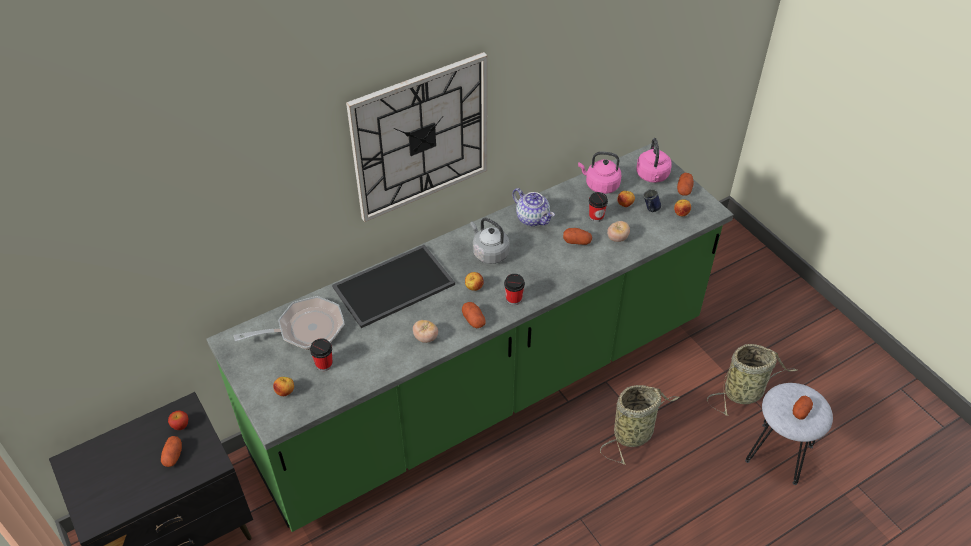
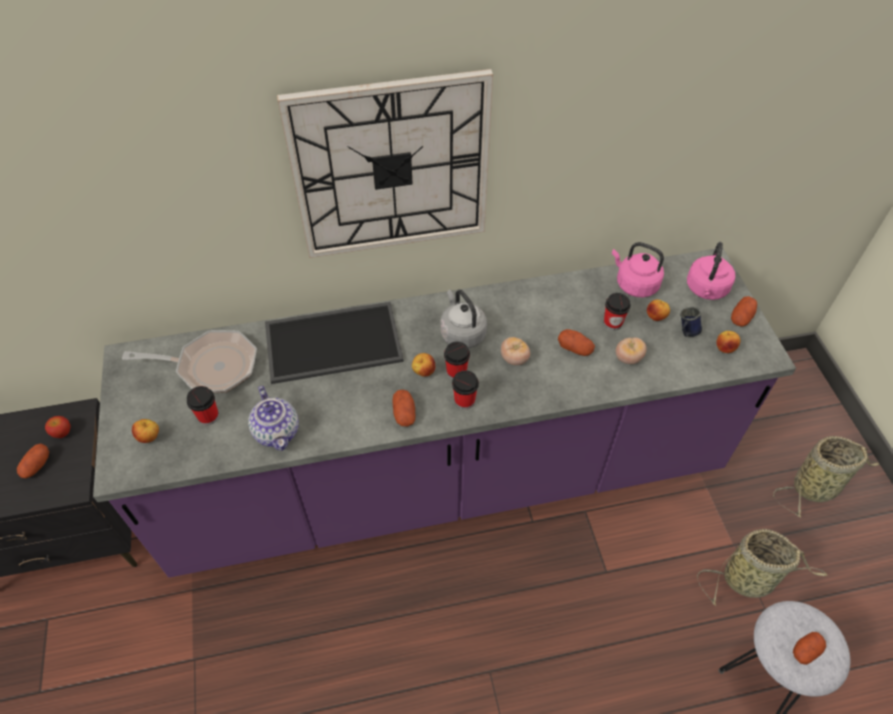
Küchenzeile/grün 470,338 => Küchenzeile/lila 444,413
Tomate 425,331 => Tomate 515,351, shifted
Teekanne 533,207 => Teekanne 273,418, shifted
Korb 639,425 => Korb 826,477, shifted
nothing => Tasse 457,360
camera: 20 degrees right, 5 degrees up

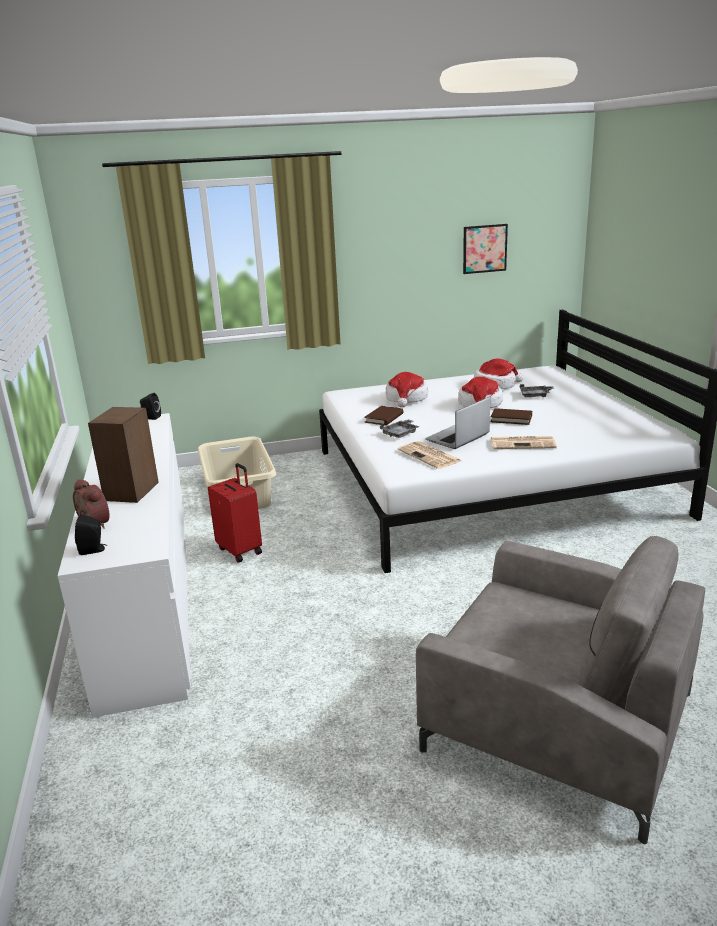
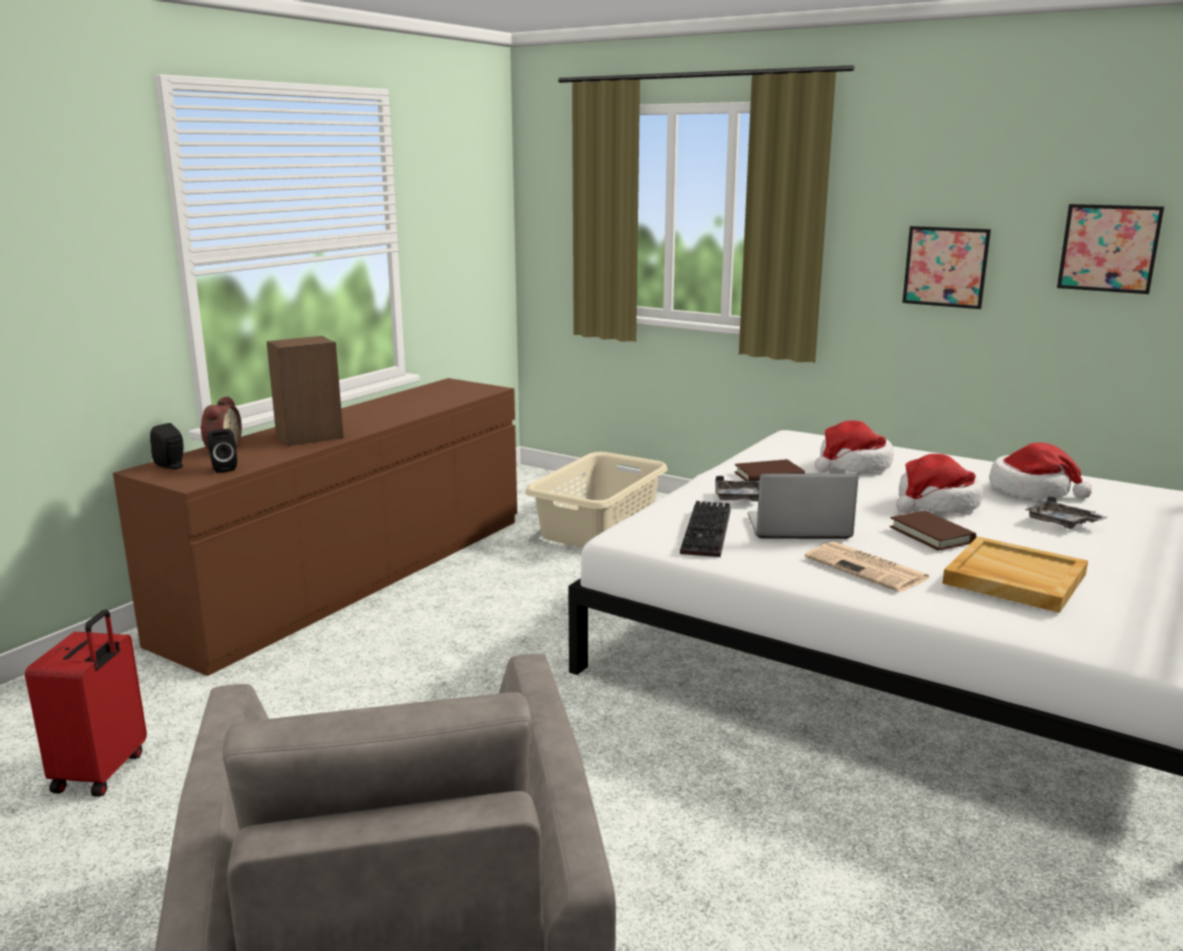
Kommode/weiß 124,565 => Kommode/braun 315,527
Lautsprecher/schwarz 150,406 => Lautsprecher/schwarz 222,451, shifted
Koffer/rot 235,512 => Koffer/rot 86,703, shifted
Zeitung 429,455 => Tastatur 705,529
nothing => Bild 946,267
nothing => Tablett/beige 1015,575
camera: 45 degrees right, 5 degrees down

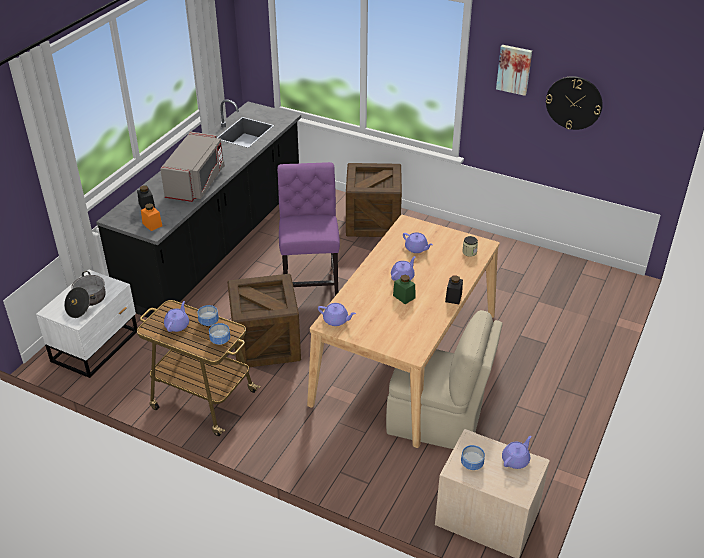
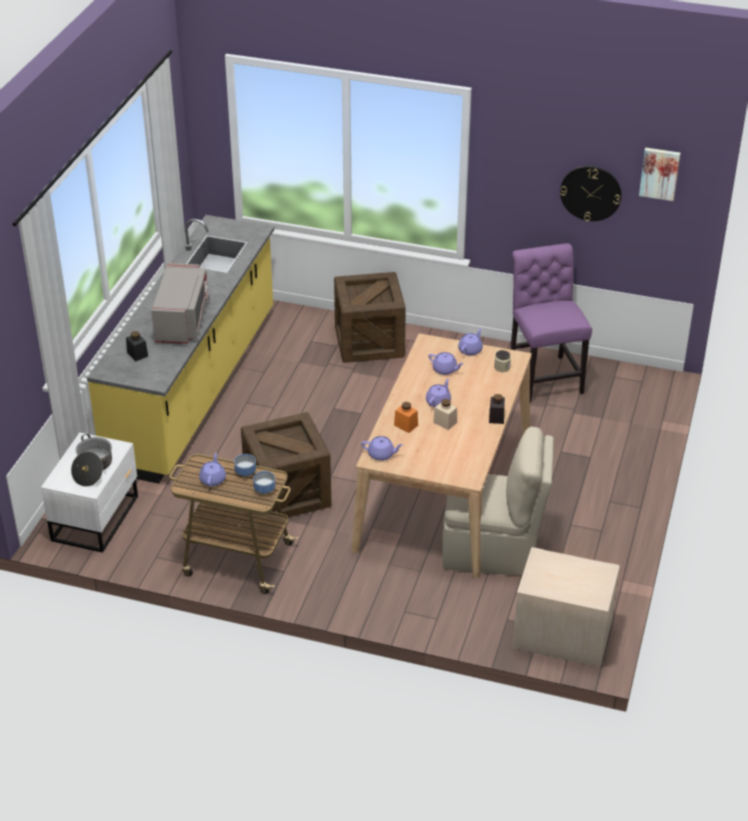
Küchenzeile/schwarz 198,208 => Küchenzeile/gelb 181,349
Vorratsglas/orange 151,217 => Vorratsglas/orange 406,417, shifted
Stuhl/lila 308,229 => Stuhl/lila 551,322, shifted
Vorratsglas/grün 404,289 => Vorratsglas/beige 445,414
Schüssel 473,457 => nothing
Bild 514,70 => Bild 660,174, shifted
Teekanne/lila 516,452 => Teekanne/lila 470,342, shifted
camera: 10 degrees left, 0 degrees up

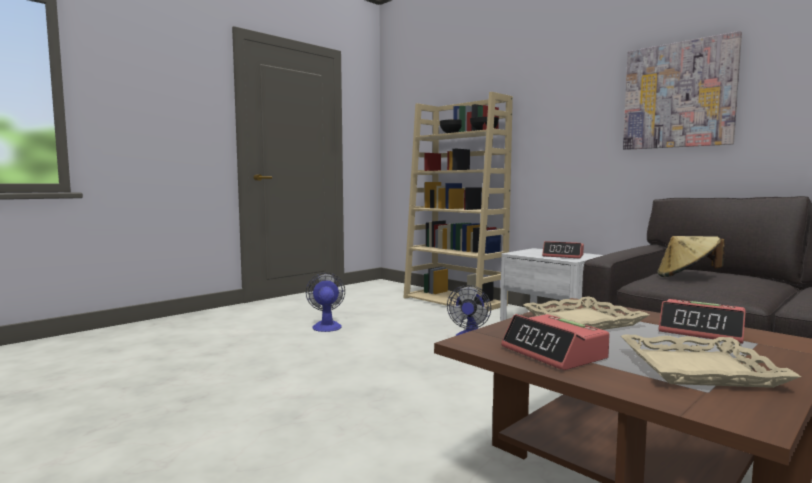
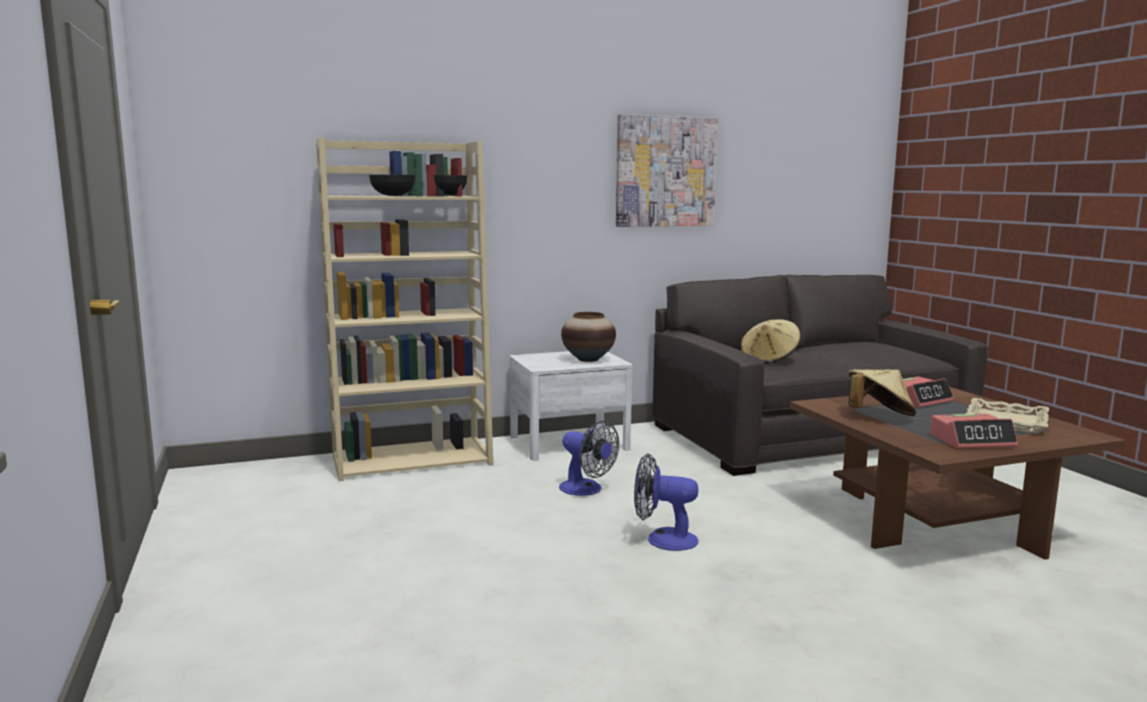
Ventilator 325,302 => Ventilator 666,502, shifted
Tablett/beige 586,313 => Hut/beige 882,393
Wecker 563,250 => Vase 588,337
camera: 65 degrees left, 5 degrees up

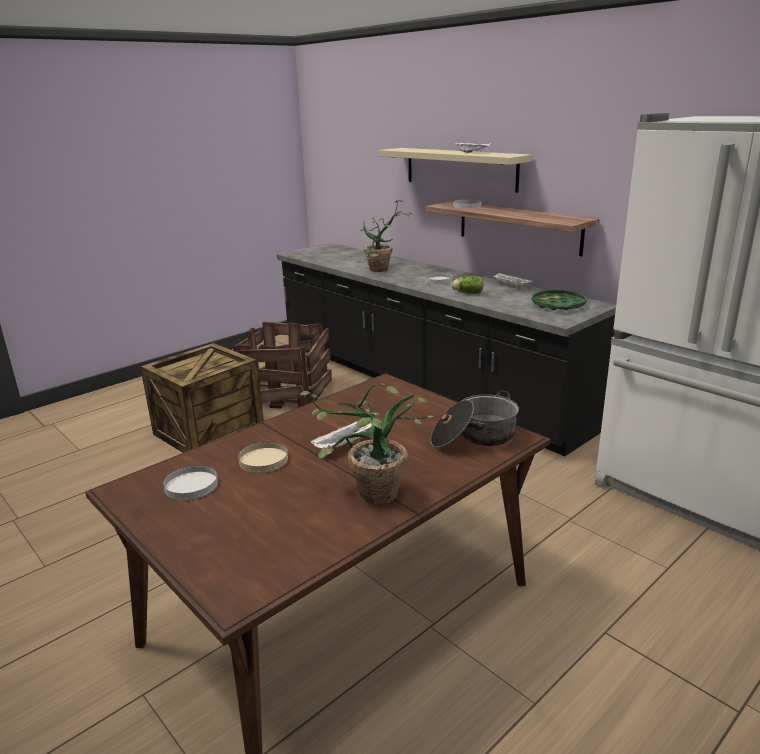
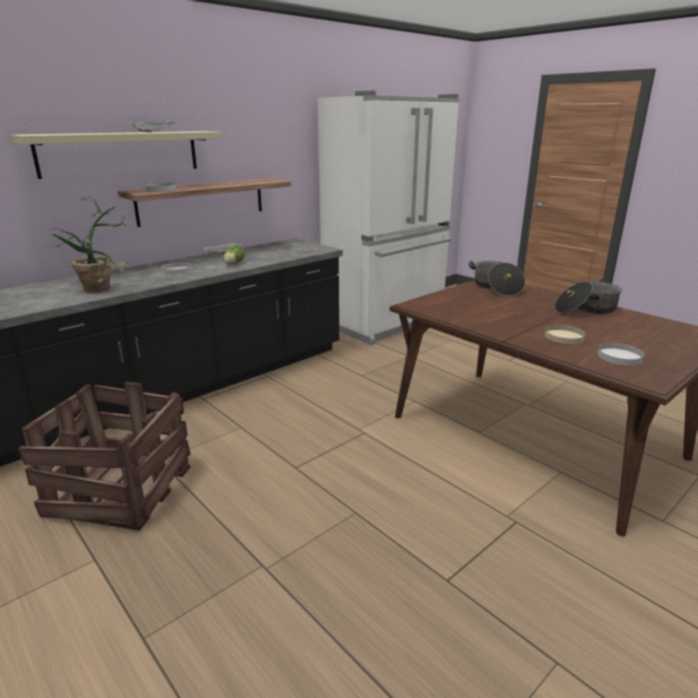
Kiste 202,398 => nothing
Topfpflanze 366,444 => Kochtopf 588,296
Tablett/weiß 341,433 => nothing
Tablett/grün 559,299 => nothing
camera: 90 degrees left, 0 degrees up

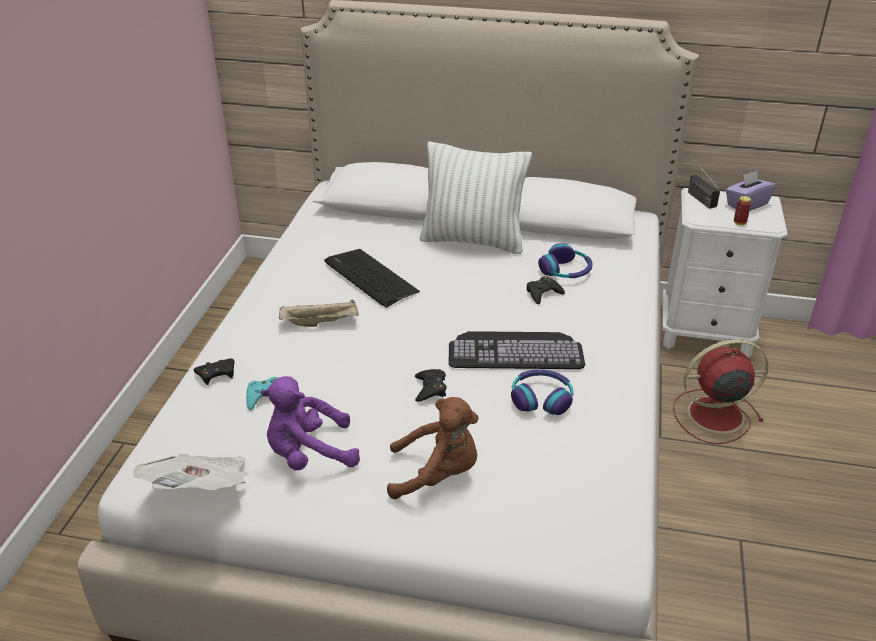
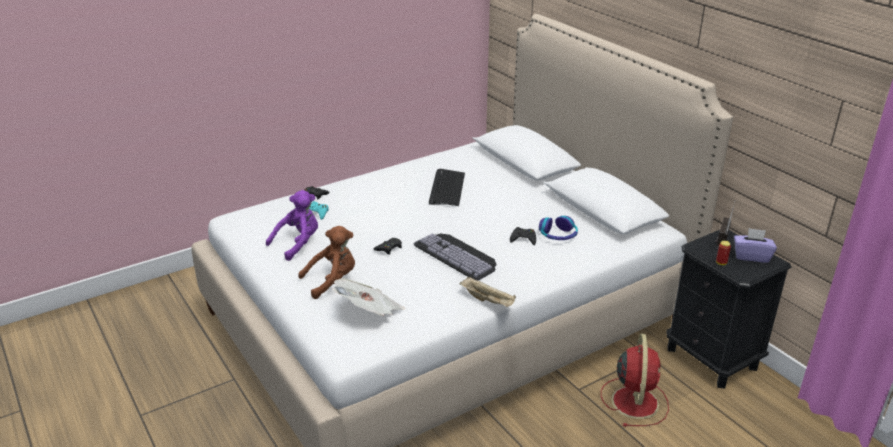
Zeitung 190,472 => Zeitung 368,297, shifted
Plüschtier/lila 310,423 => Plüschtier/lila 292,225, 105 degrees clockwise
Tablett/beige 319,313 => Tablett/beige 488,292, shifted
Plüschtier/braun 432,448 => Plüschtier/braun 326,262, 75 degrees counterclockwise
Kissen/weiß 476,198 => nothing
Kopfhörer 542,392 => nothing
Nachttisch/weiß 725,272 => Nachttisch/schwarz 728,309
Ventilator/rot 721,391 => Ventilator/rot 635,380, 60 degrees clockwise
camera: 45 degrees right, 5 degrees down

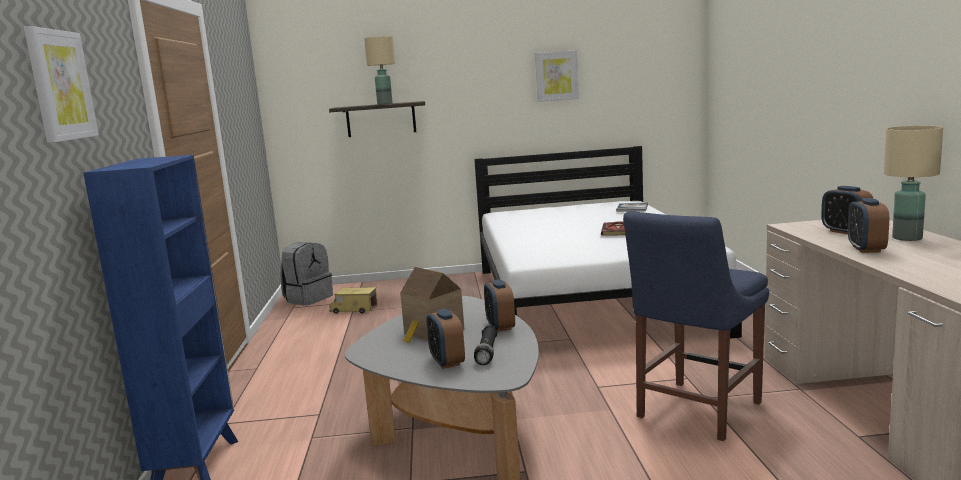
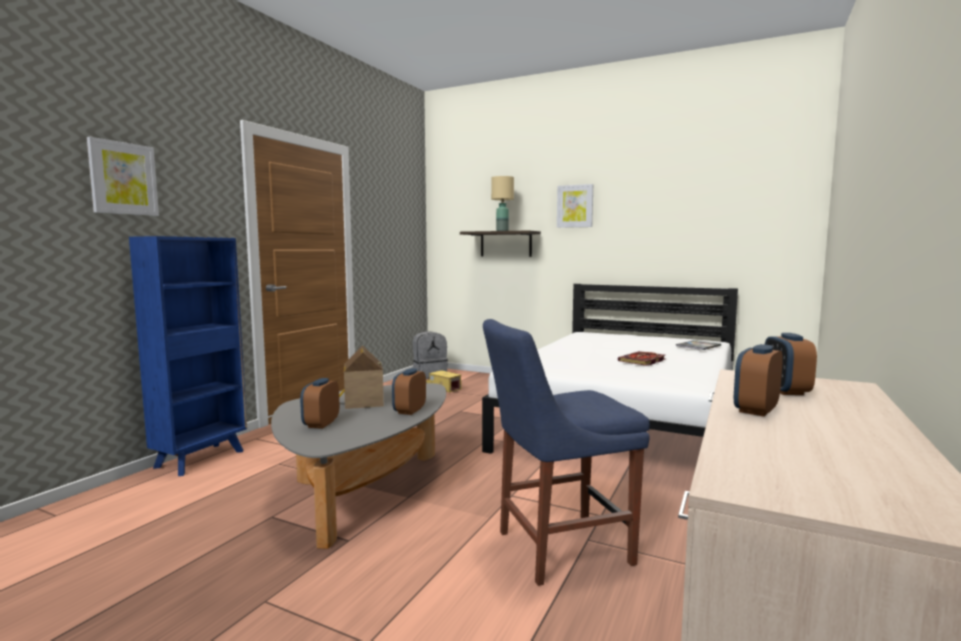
Taschenlampe/schwarz 485,345 => nothing
Bild 557,76 => Bild 575,206, shifted
Tischlampe/beige 913,183 => nothing
camera: 30 degrees right, 5 degrees down

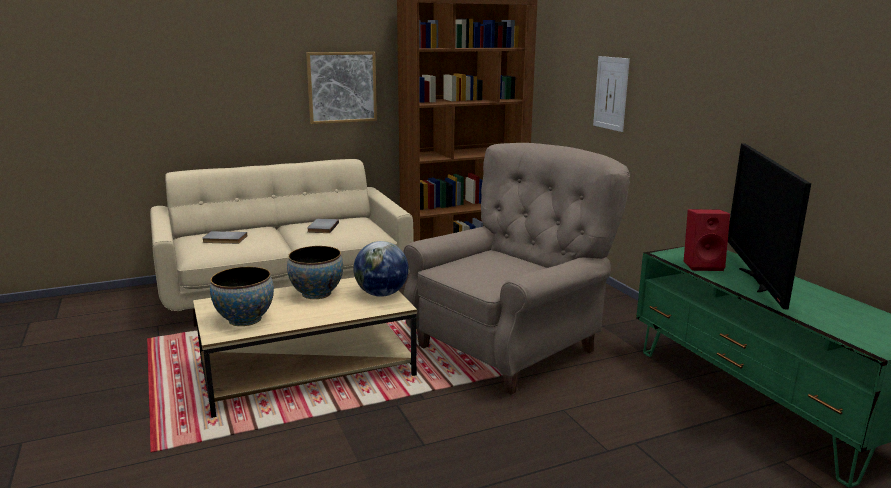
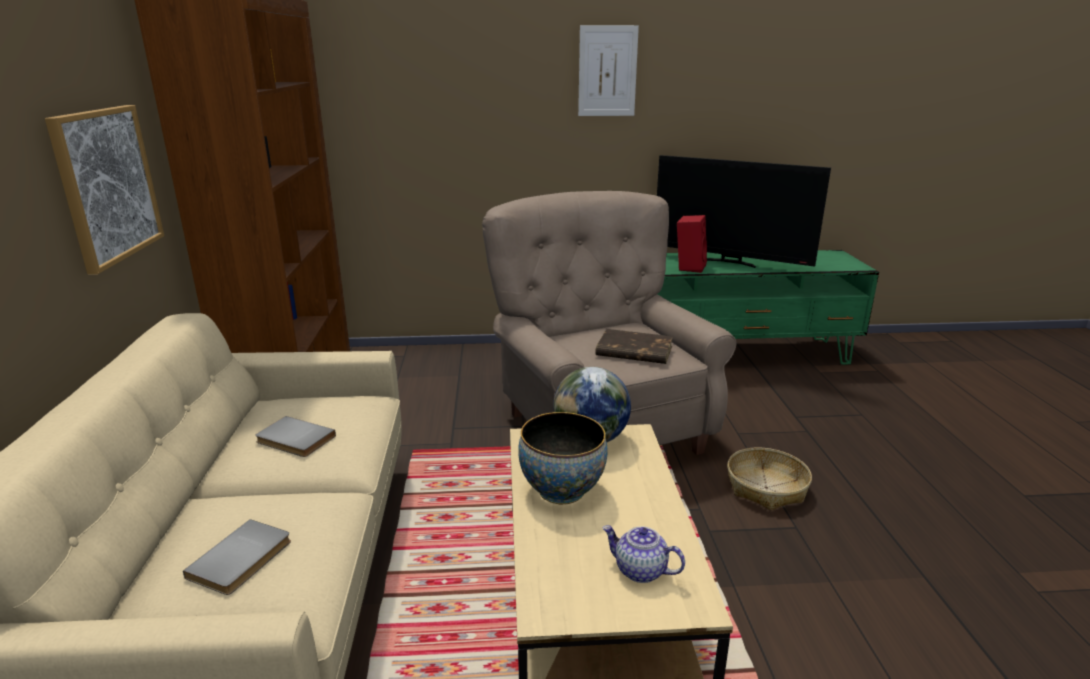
Schüssel 242,296 => Teekanne 643,554
Bild 611,94 => Bild 608,70, shifted
nothing => Buch/braun 634,346
nothing => Korb 769,478
camera: 70 degrees left, 5 degrees up

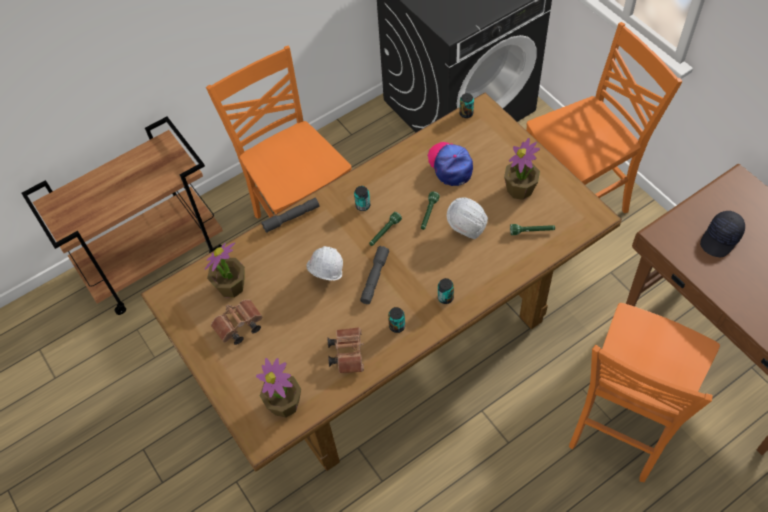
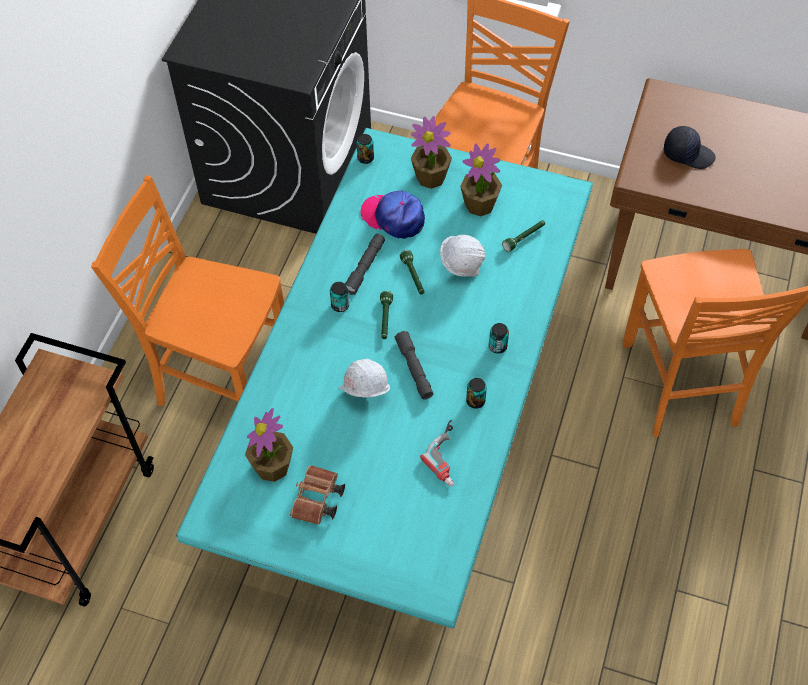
Esstisch/braun 381,282 => Esstisch/türkis 384,378
Topfpflanze 278,388 => Topfpflanze 431,152, shifted
Taschenlampe/grau 290,215 => Taschenlampe/grau 365,264, shifted
Fernglas/braun 346,350 => Bohrmaschine 437,453
Kappe/schwarz 722,234 => Kappe/schwarz 690,147, 75 degrees counterclockwise
camera: 40 degrees left, 0 degrees up

